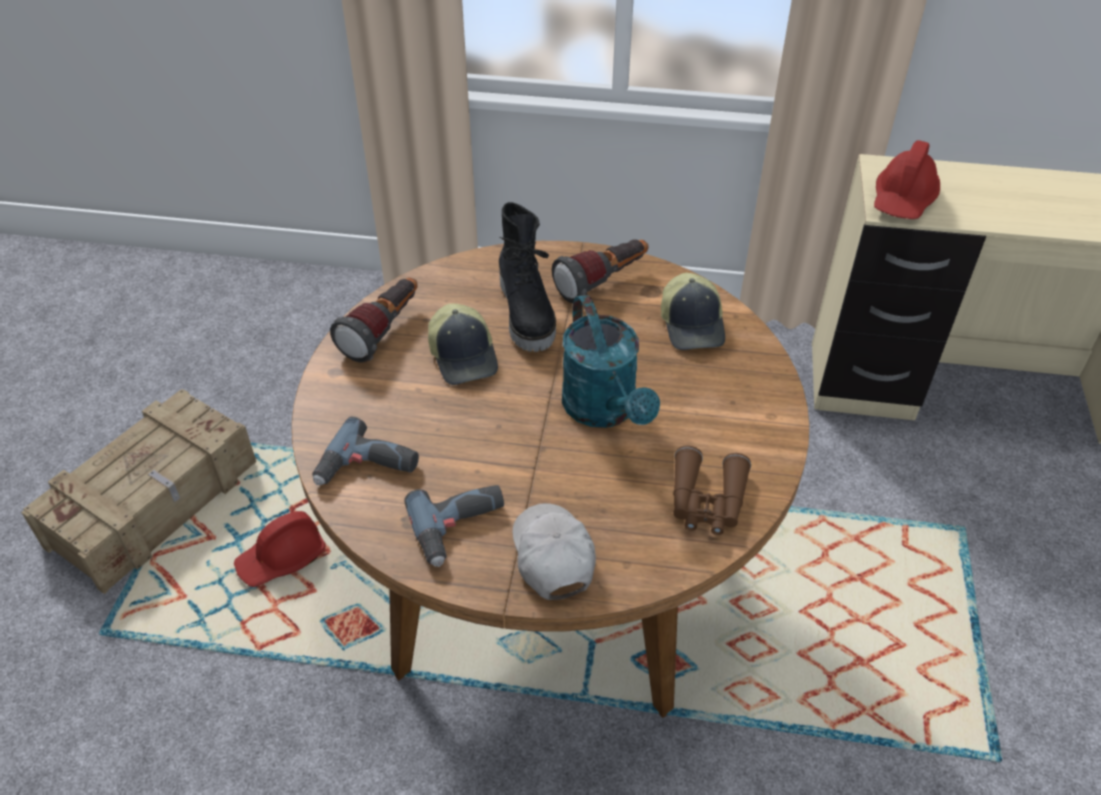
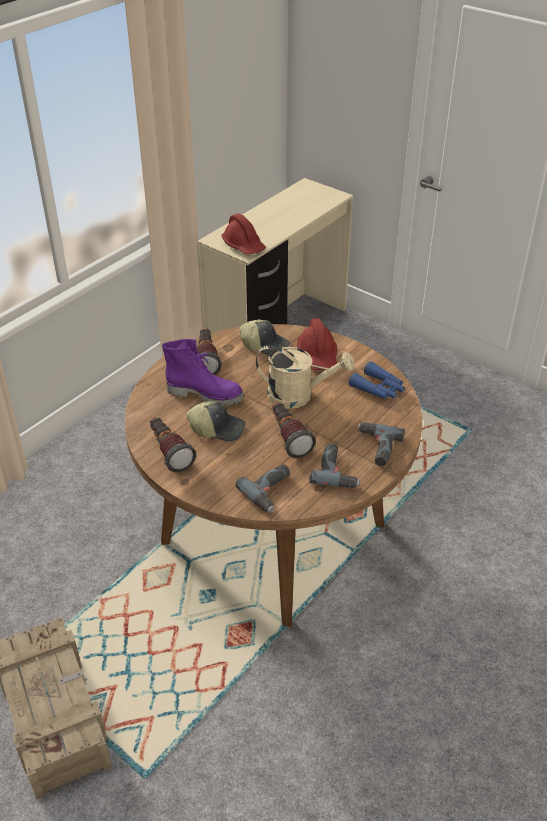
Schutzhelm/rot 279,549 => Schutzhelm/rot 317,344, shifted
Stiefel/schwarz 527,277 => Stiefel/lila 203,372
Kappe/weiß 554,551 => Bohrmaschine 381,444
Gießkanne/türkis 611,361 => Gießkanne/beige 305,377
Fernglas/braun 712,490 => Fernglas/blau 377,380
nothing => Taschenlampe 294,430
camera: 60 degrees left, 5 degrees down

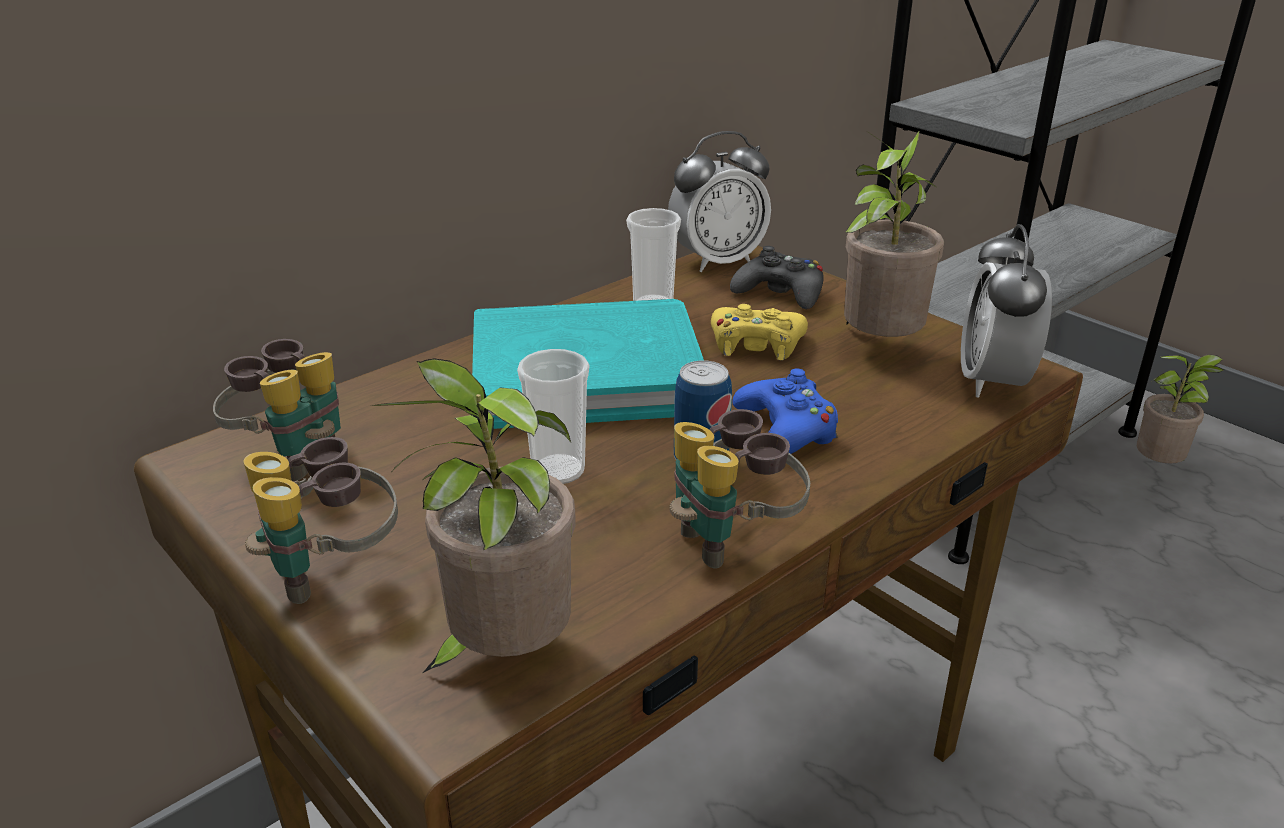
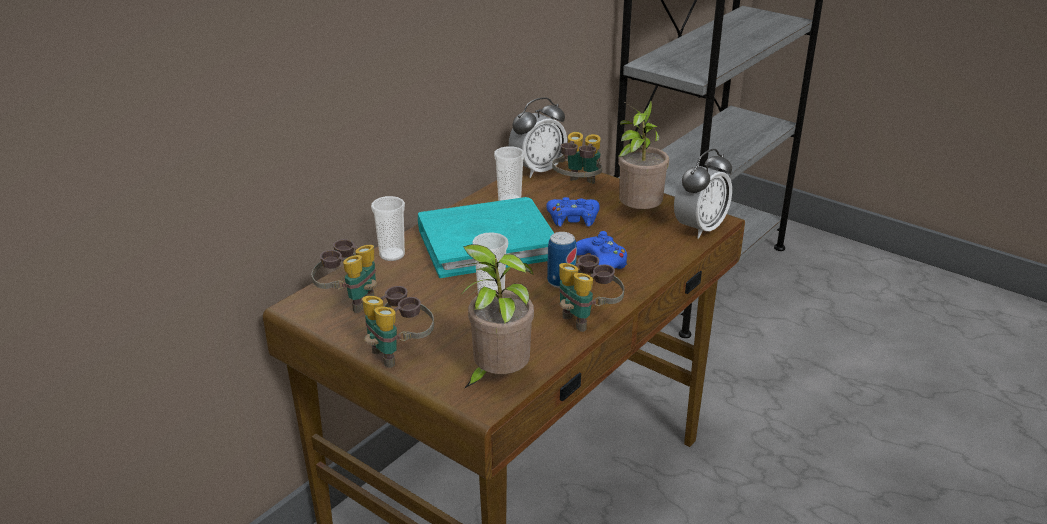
Gamepad/gelb 759,332 => Gamepad/blau 573,212
Gamepad/schwarz 777,277 => Fernglas 577,158
Wecker 1006,311 => Wecker 703,194, 135 degrees counterclockwise
Topfpflanze 1180,409 => nothing
nothing => Tasse 388,228
camera: 10 degrees left, 0 degrees up

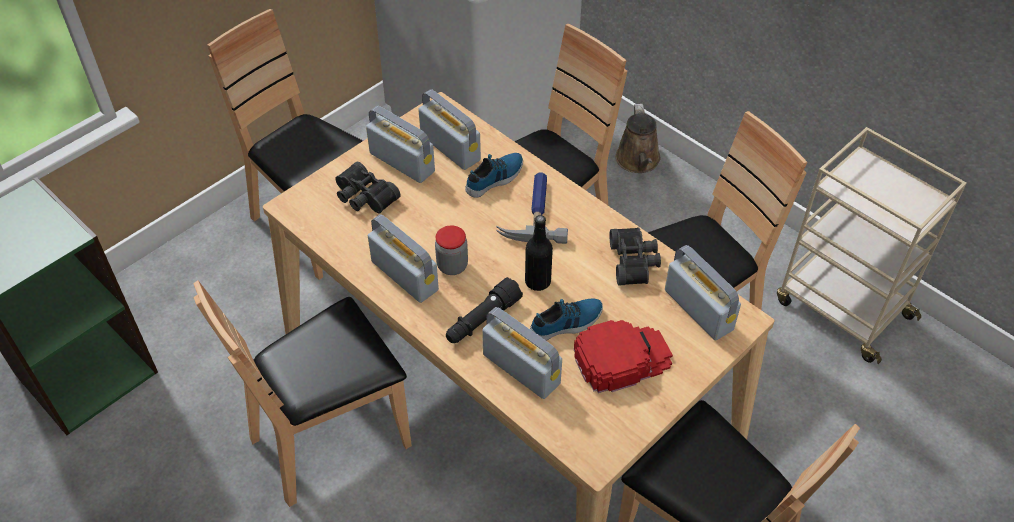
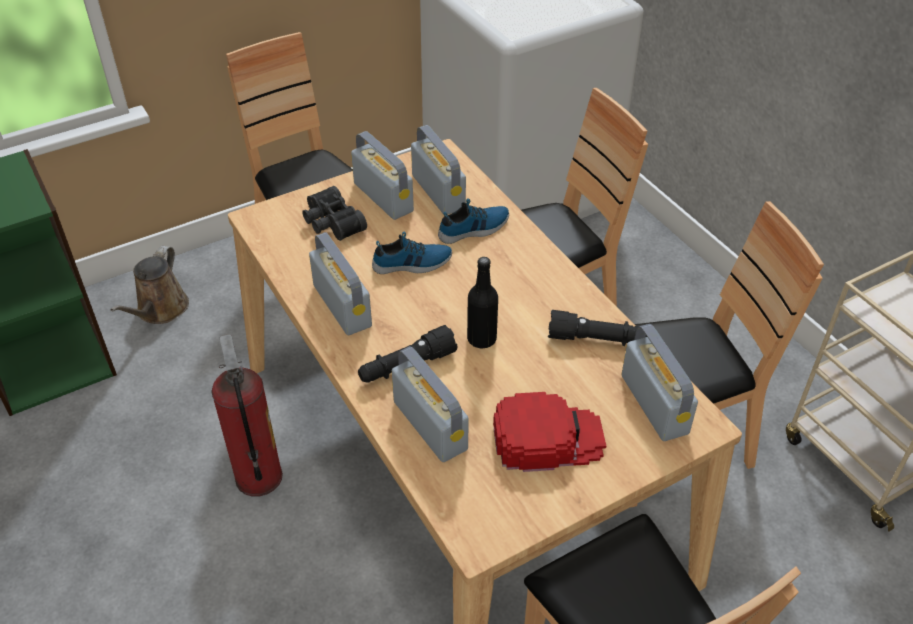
Stuhl/braun 302,394 => Feuerlöscher 247,415
Vorratsglas 451,250 => nothing
Hammer 532,208 => nothing
Schuh 566,320 => Schuh 412,253, shifted
Fernglas/schwarz 635,256 => Taschenlampe/schwarz 597,328
Gießkanne/braun 638,138 => Gießkanne/braun 149,285, shifted
camera: 15 degrees right, 5 degrees down

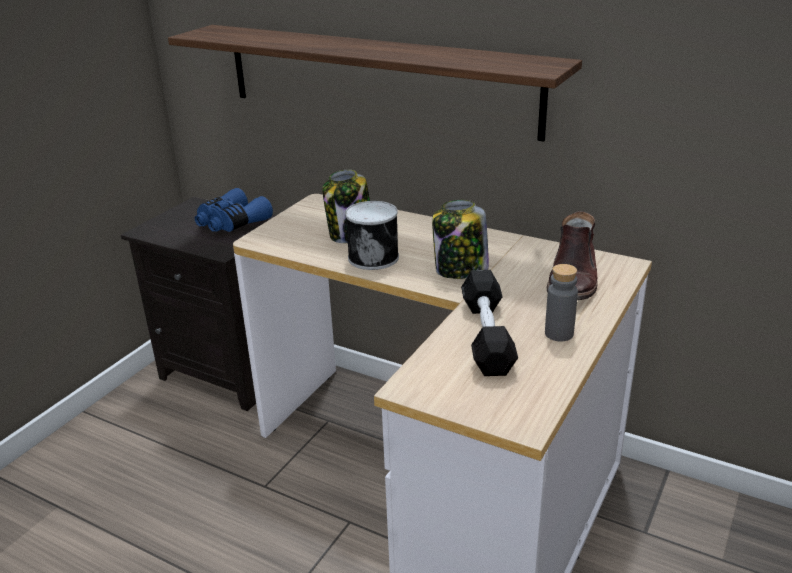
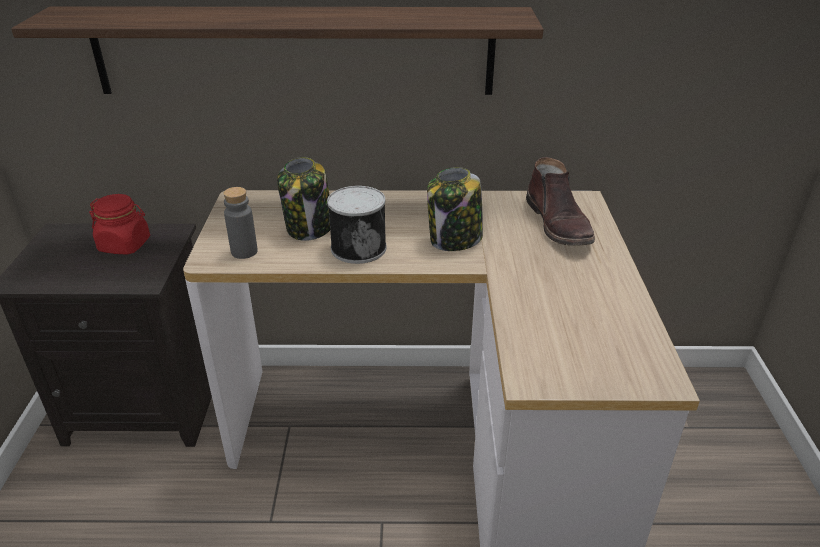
Fernglas/blau 234,210 => Vorratsglas/rot 119,224
Hantel/schwarz 489,323 => nothing
Flasche/grau 561,302 => Flasche/grau 240,223, shifted
camera: 30 degrees left, 5 degrees up

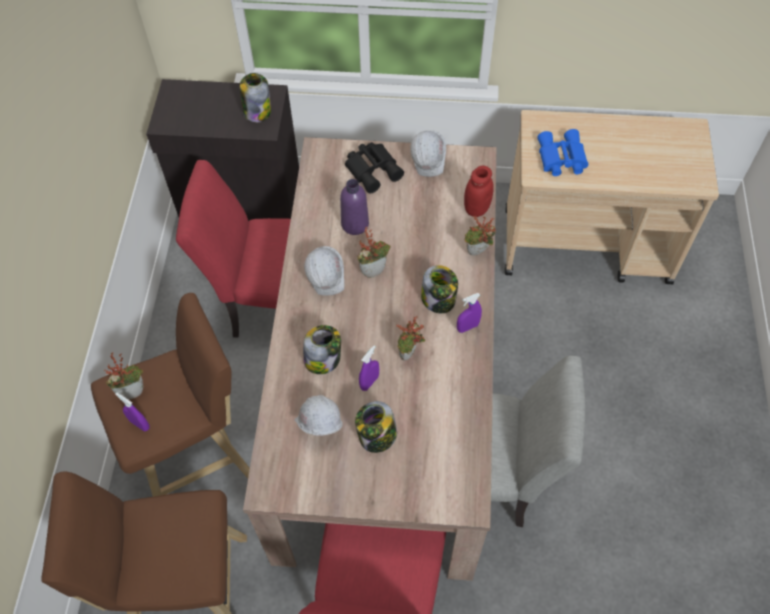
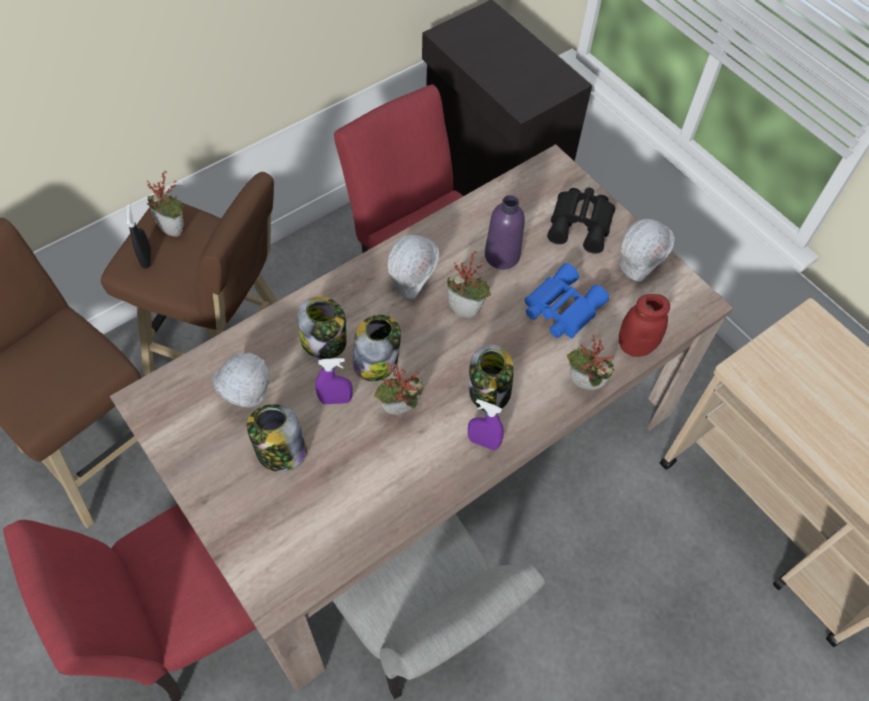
Sprühflasche/lila 132,412 => Sprühflasche/schwarz 138,236
Vorratsglas 255,98 => Vorratsglas 377,348, shifted
Fernglas/blau 562,152 => Fernglas/blau 567,300, shifted
camera: 45 degrees right, 0 degrees up

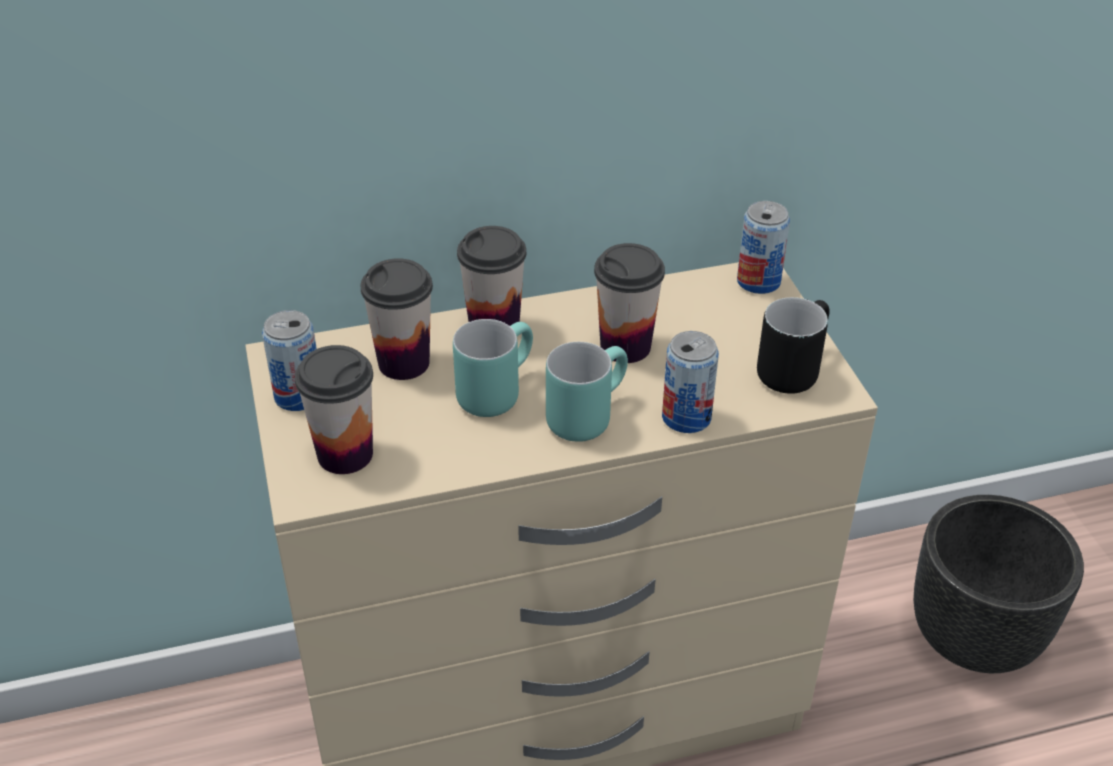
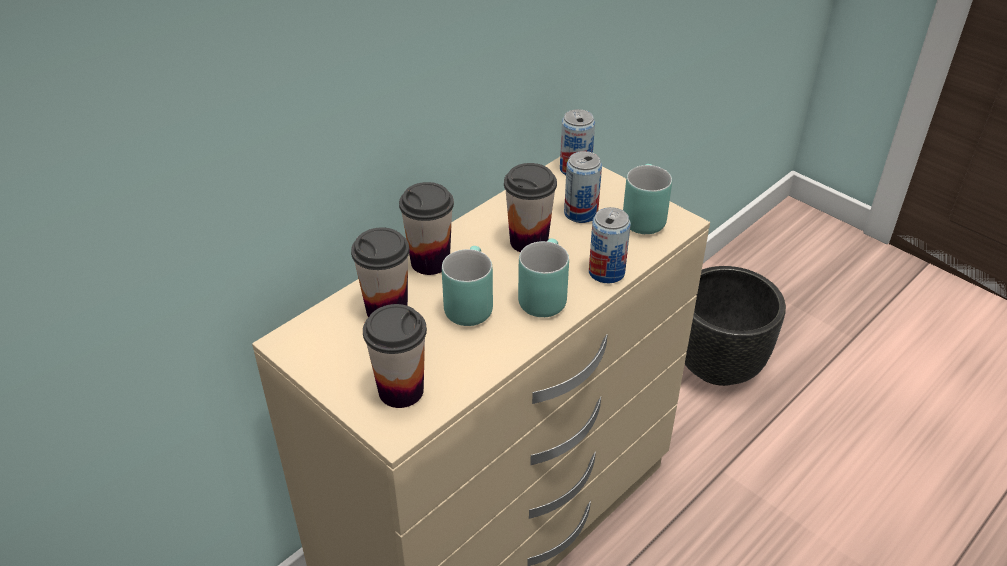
Dose 289,360 => Dose 583,187, shifted
Henkelbecher/schwarz 793,345 => Henkelbecher/türkis 647,199
camera: 30 degrees left, 0 degrees up

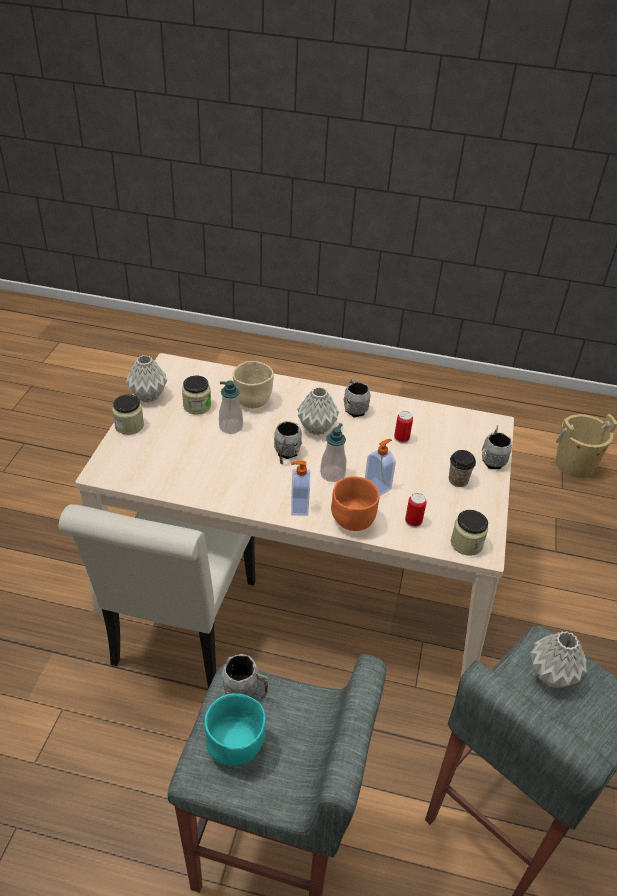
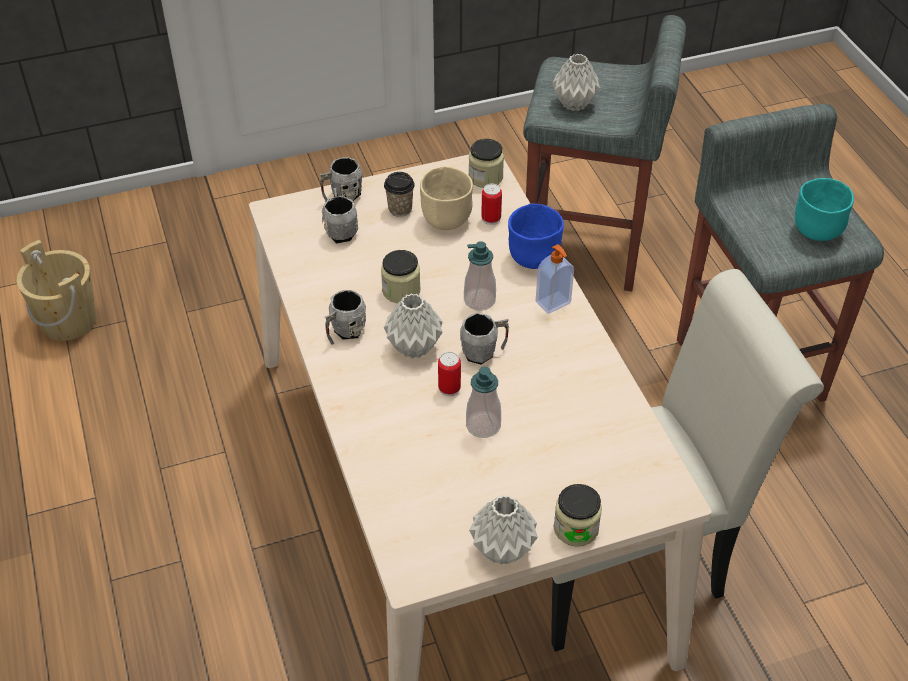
Vorratsglas 196,395 => Vorratsglas 401,276, shifted
Henkelbecher/grau 245,676 => Henkelbecher/grau 340,215, shifted
Schüssel/beige 253,384 => Schüssel/beige 446,198, shifted
Schüssel/orange 355,503 => Schüssel/blau 536,236
Seifenspender 380,467 => nothing
Dose 403,427 => Dose 449,374, shifted
camera: 120 degrees left, 5 degrees up

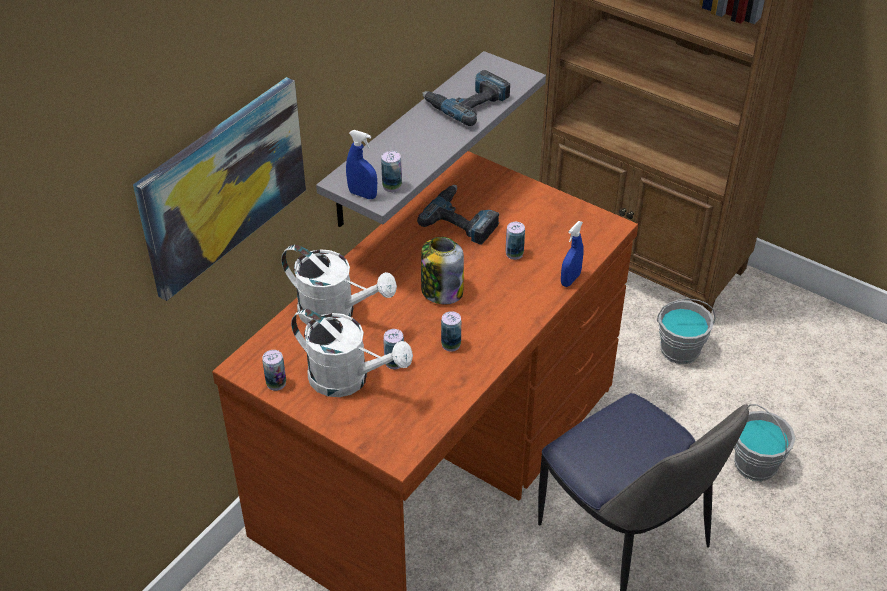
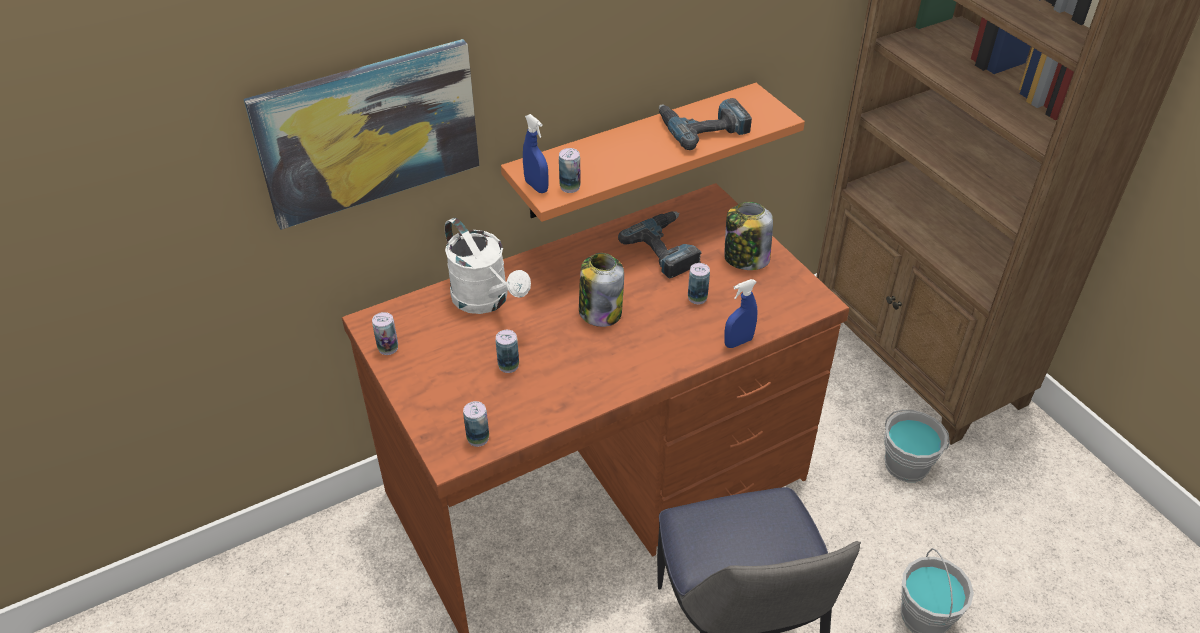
Gießkanne/weiß 352,353 => nothing
Wandregal/grau 431,139 => Wandregal/orange 653,152
Dose 451,331 => Dose 476,424, shifted
nothing => Vorratsglas 748,236
camera: 25 degrees right, 0 degrees up

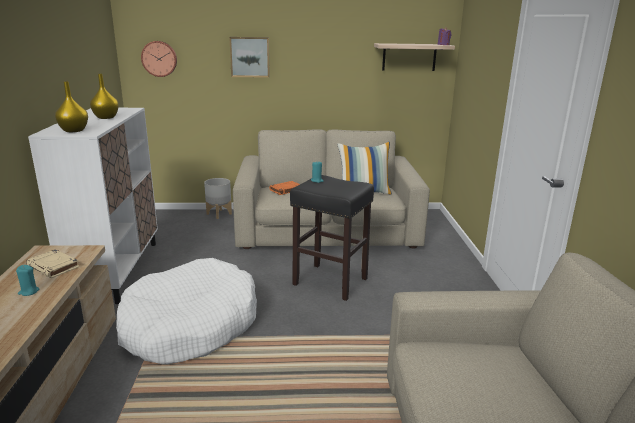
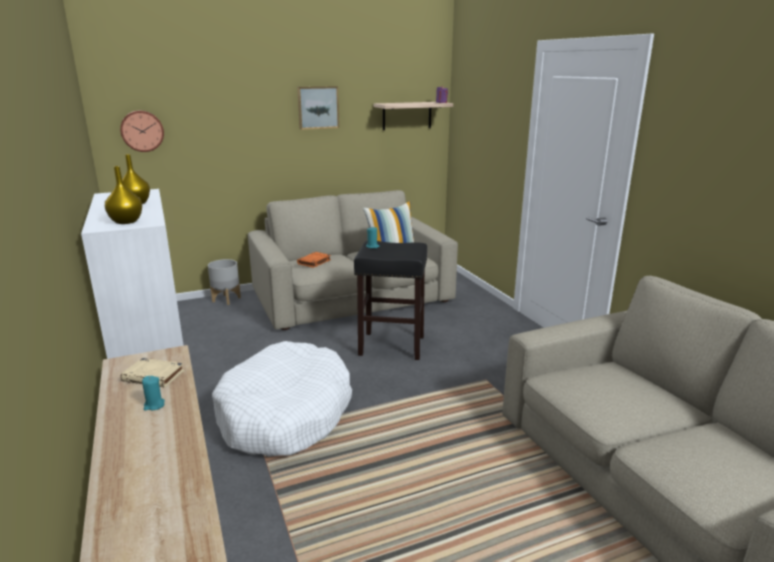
Bild 249,57 => Bild 318,108, shifted
camera: 20 degrees left, 0 degrees up

